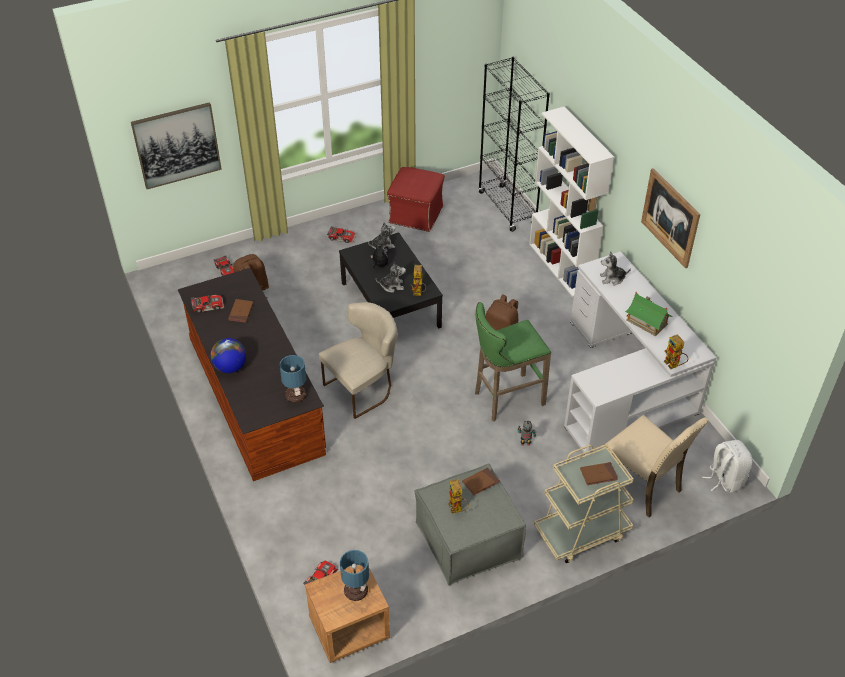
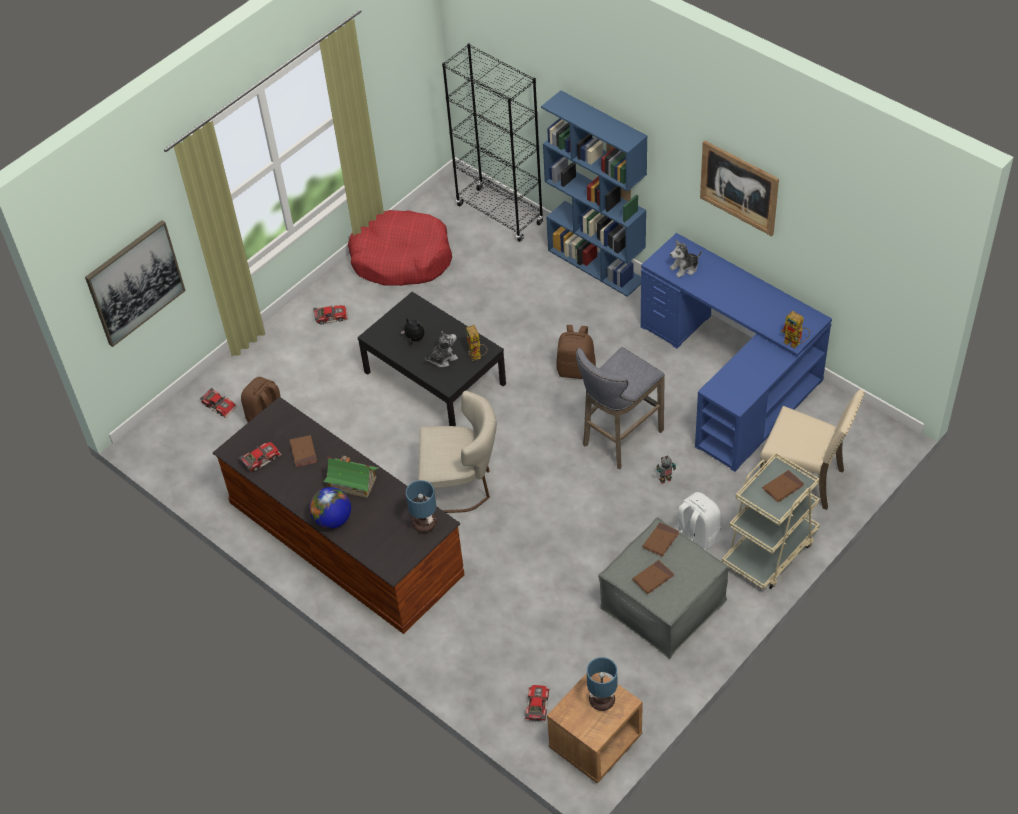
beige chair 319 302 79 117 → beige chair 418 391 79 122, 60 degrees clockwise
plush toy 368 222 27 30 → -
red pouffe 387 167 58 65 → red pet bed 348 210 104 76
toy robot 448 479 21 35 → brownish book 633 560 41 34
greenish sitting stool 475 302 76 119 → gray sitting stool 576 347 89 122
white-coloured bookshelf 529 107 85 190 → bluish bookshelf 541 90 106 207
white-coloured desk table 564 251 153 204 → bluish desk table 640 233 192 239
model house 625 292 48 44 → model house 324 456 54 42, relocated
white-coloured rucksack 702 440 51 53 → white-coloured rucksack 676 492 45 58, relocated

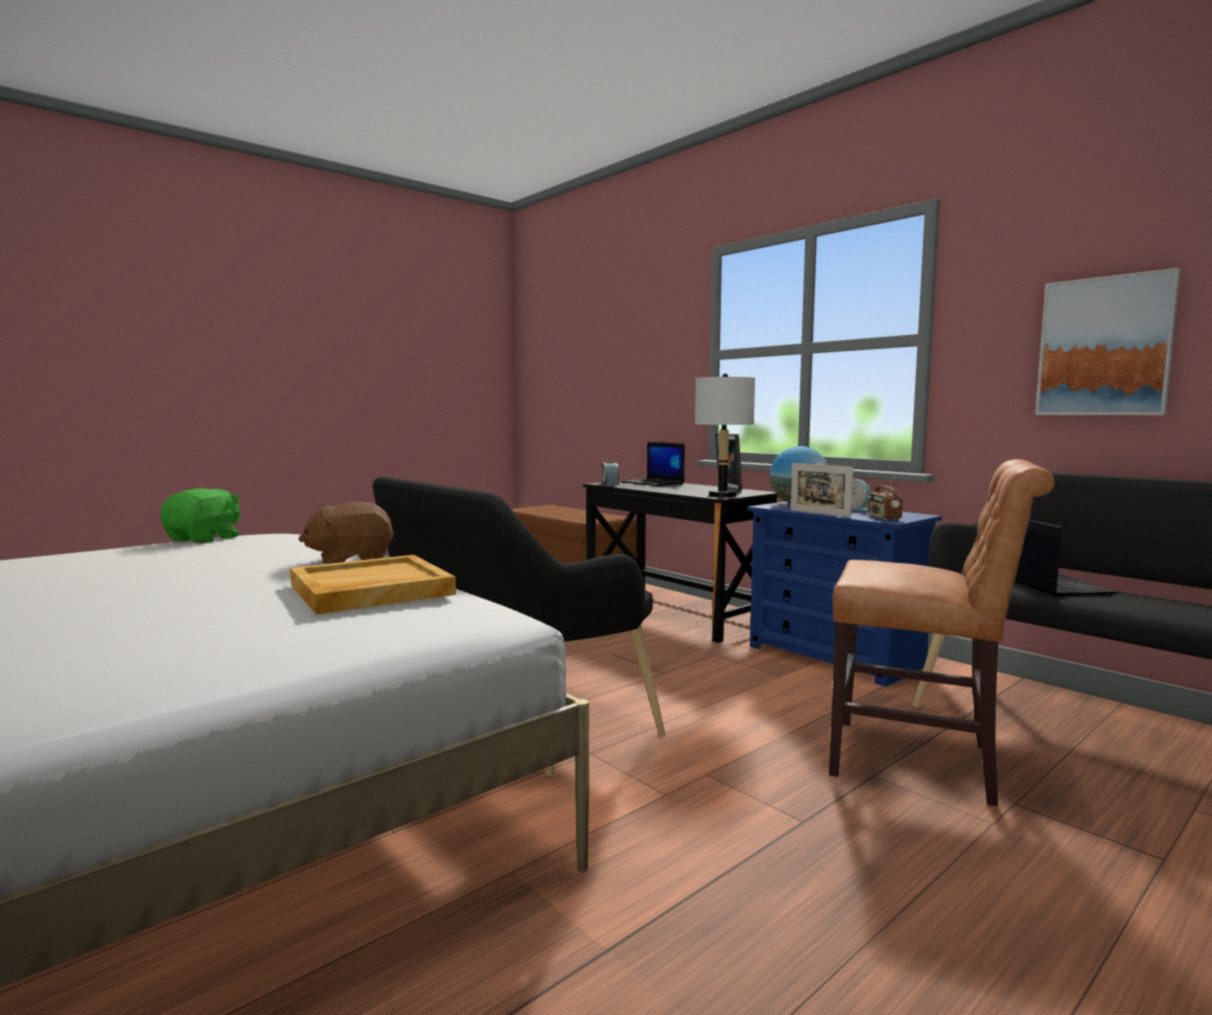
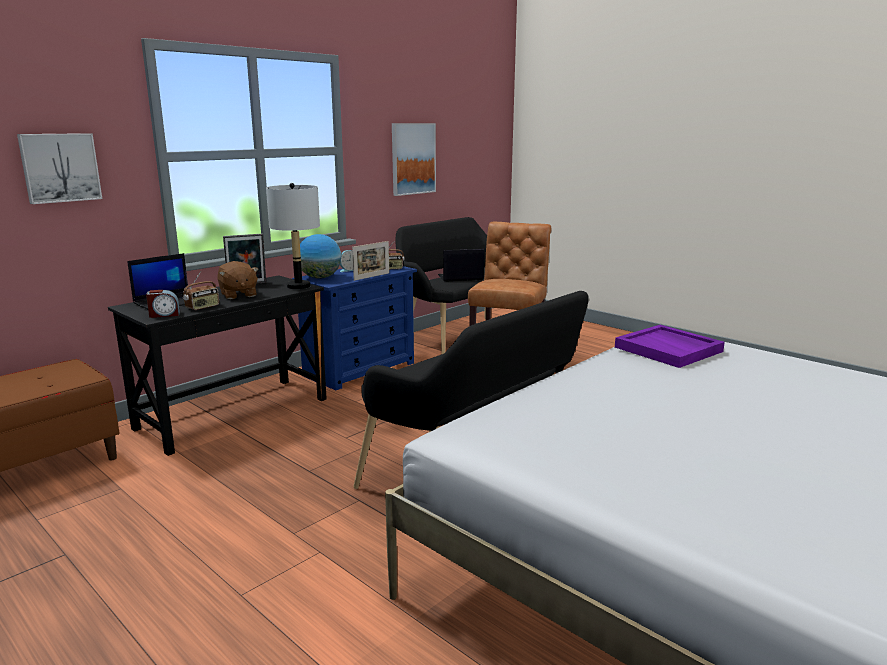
greenish plush toy 160 488 81 55 → -
beige carrying tray 290 555 166 60 → purple carrying tray 615 325 110 43
brownish plush toy 298 502 97 62 → brownish plush toy 217 261 42 38, relocated
- → picture 17 133 85 71
- → radio receiver 183 271 36 39

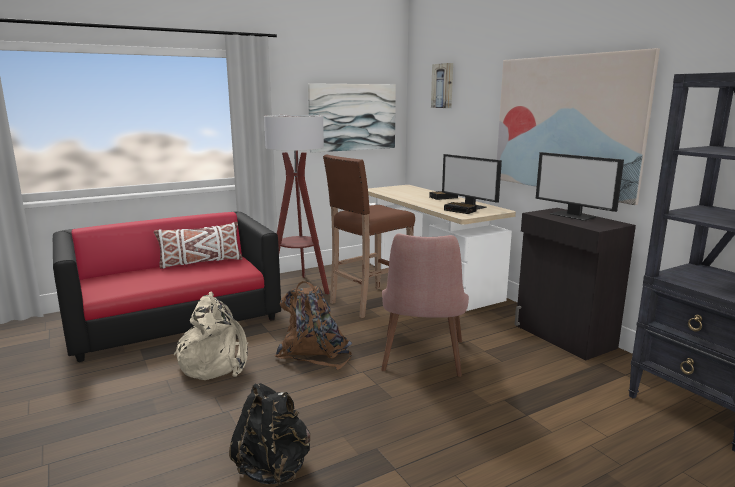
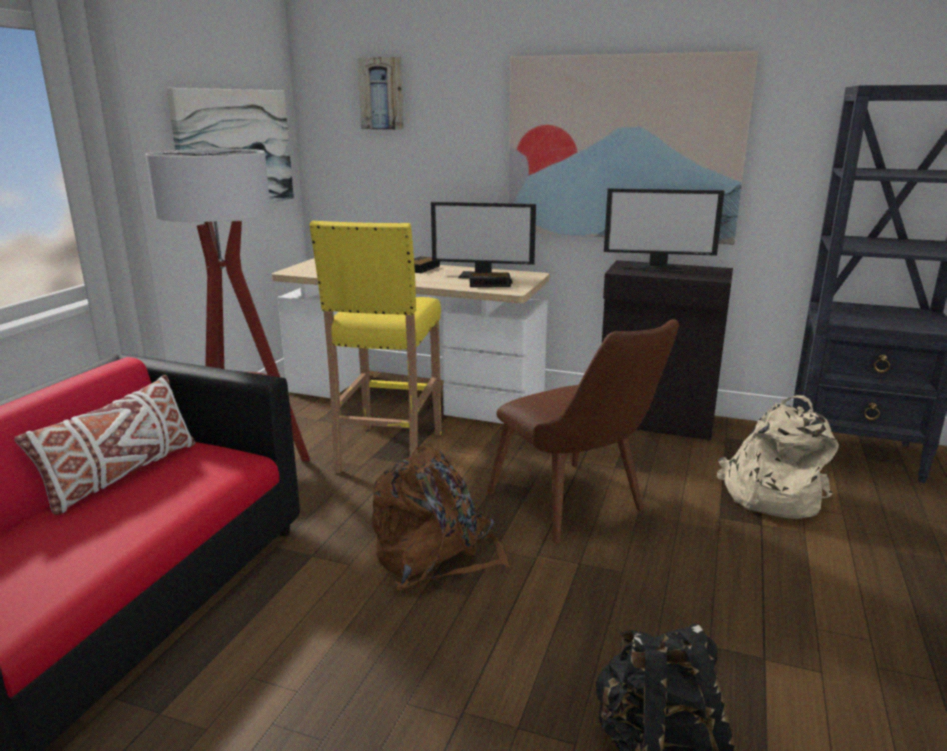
beige rucksack 174 292 74 88 → beige rucksack 717 395 122 124, relocated
brownish sitting stool 323 155 92 163 → yellowish sitting stool 309 221 133 252
pink-coloured chair 381 233 88 144 → brownish chair 487 319 192 224

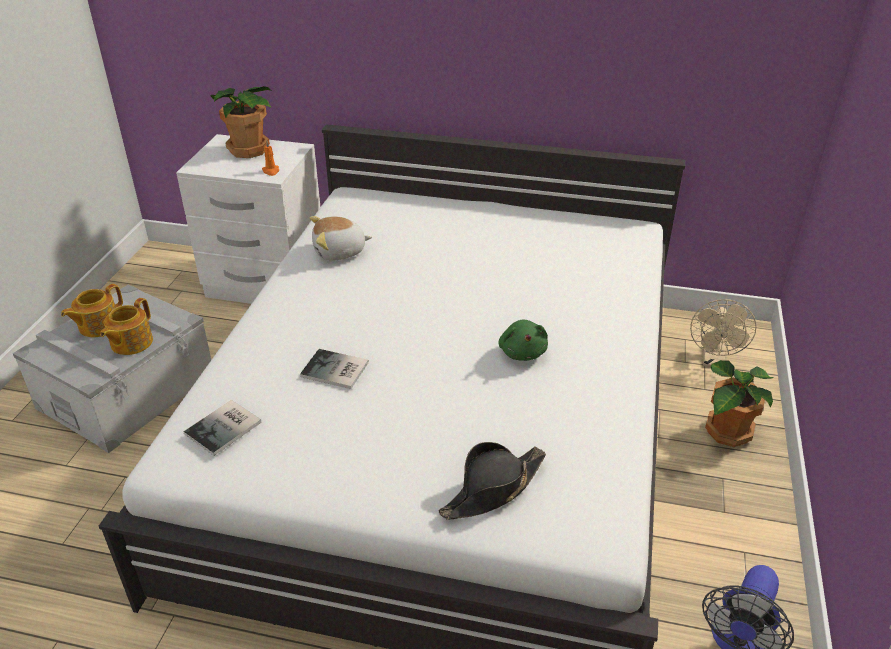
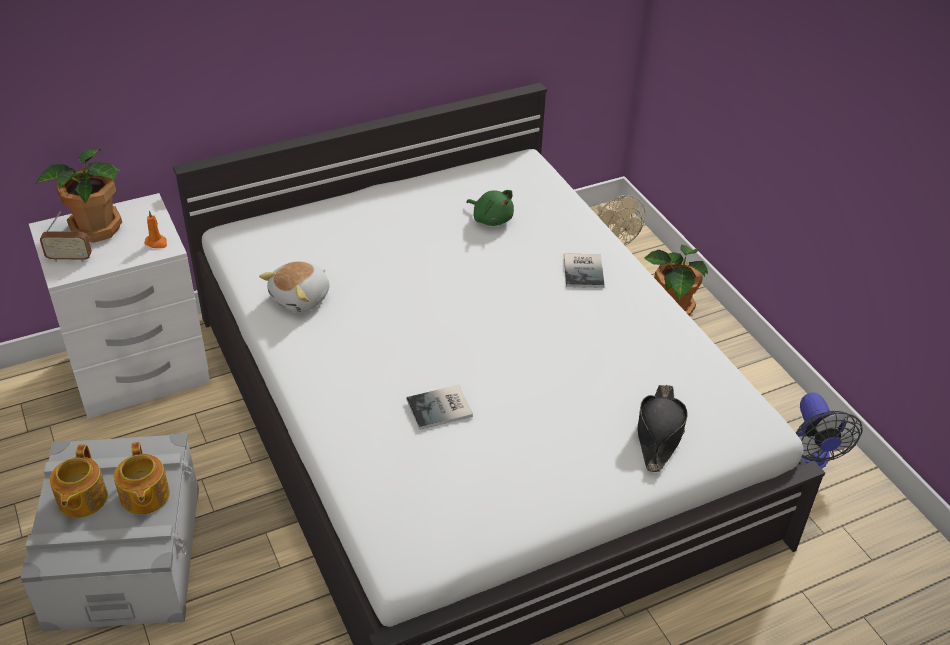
book 184 400 78 56 → book 564 253 41 35, relocated
greenish plush toy 498 320 50 41 → greenish plush toy 466 190 48 36, relocated
- → radio receiver 40 212 52 50

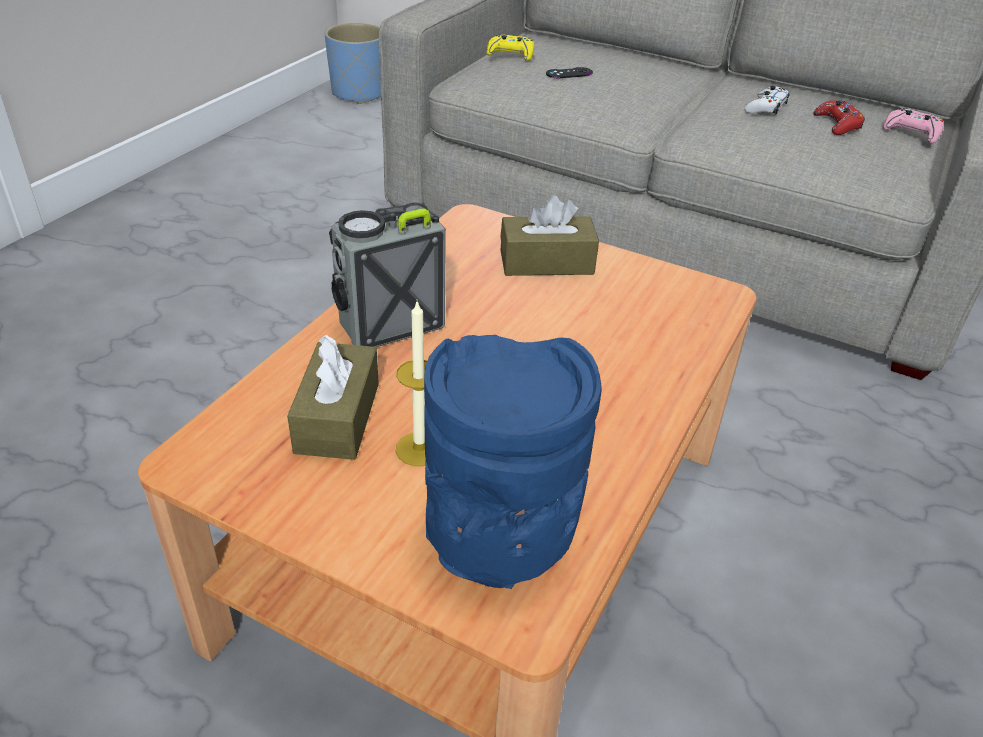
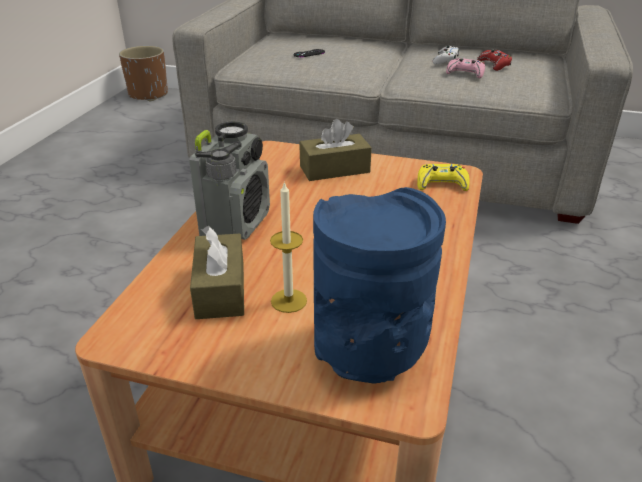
bluish plant pot 325 23 56 81 → brownish plant pot 119 46 49 56
radio receiver 329 202 117 145 → radio receiver 189 121 81 119, 150 degrees clockwise
yellowish game controller 487 34 47 27 → yellowish game controller 417 164 53 27, relocated
pink-coloured game controller 882 108 62 35 → pink-coloured game controller 446 58 39 20, relocated

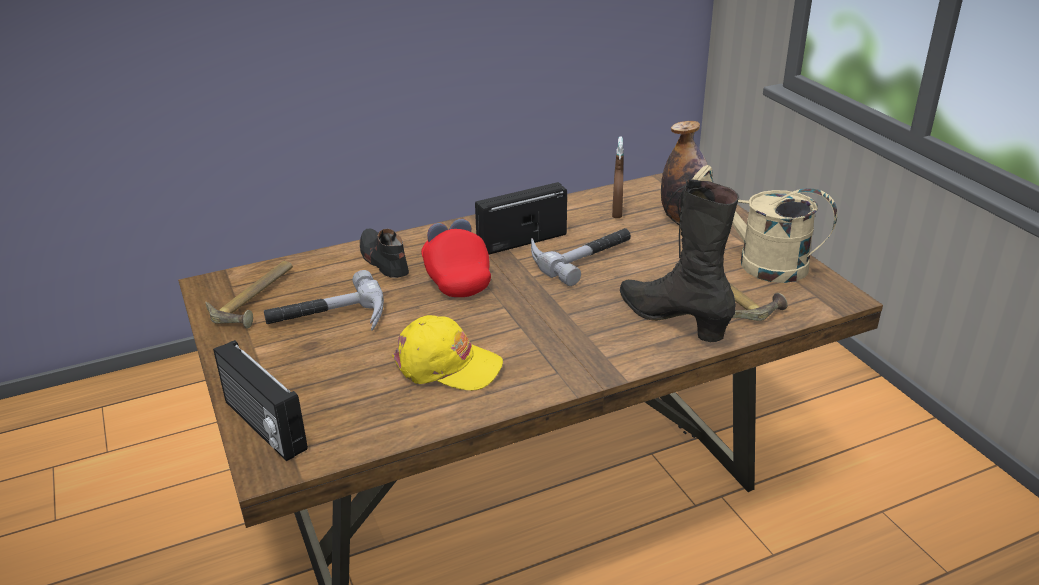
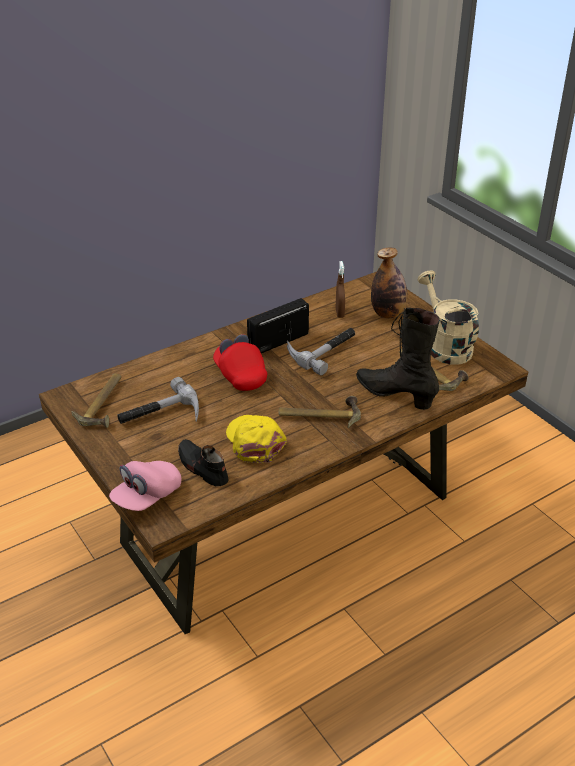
radio receiver 213 340 95 121 → pink-coloured baseball cap 109 461 72 50
blackish low shoe 360 228 49 50 → blackish low shoe 178 439 51 47, relocated
yellowish baseball cap 392 315 111 76 → yellowish baseball cap 226 415 60 48, 120 degrees counterclockwise
beige watering can 692 165 145 118 → beige watering can 418 271 61 93, 45 degrees clockwise
- → hand hammer 279 396 82 32

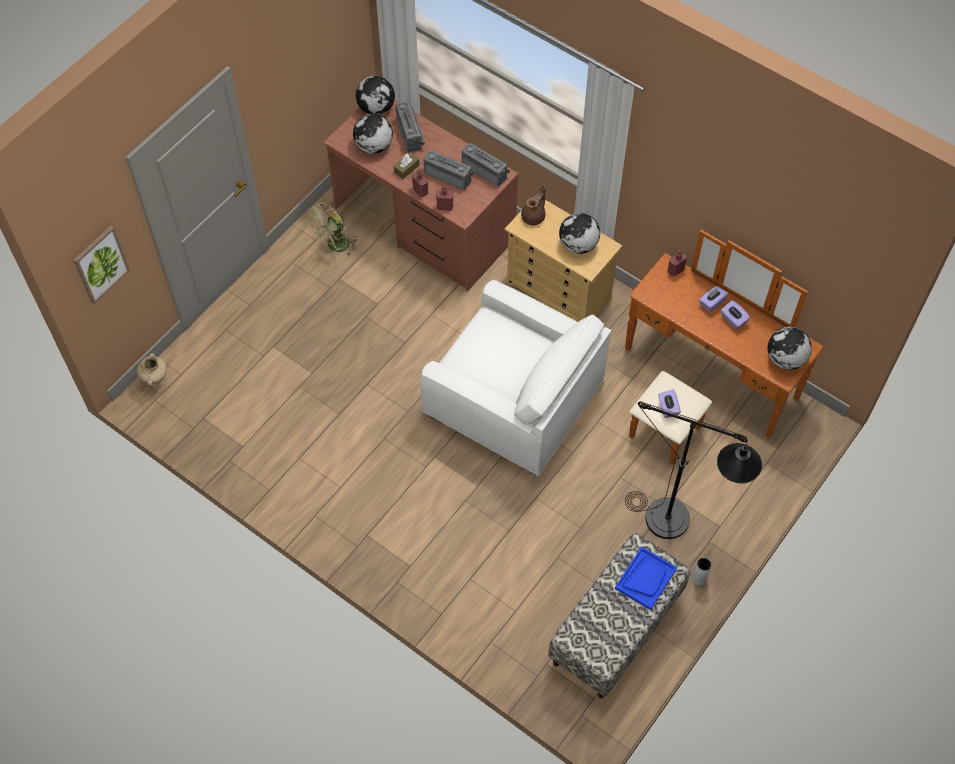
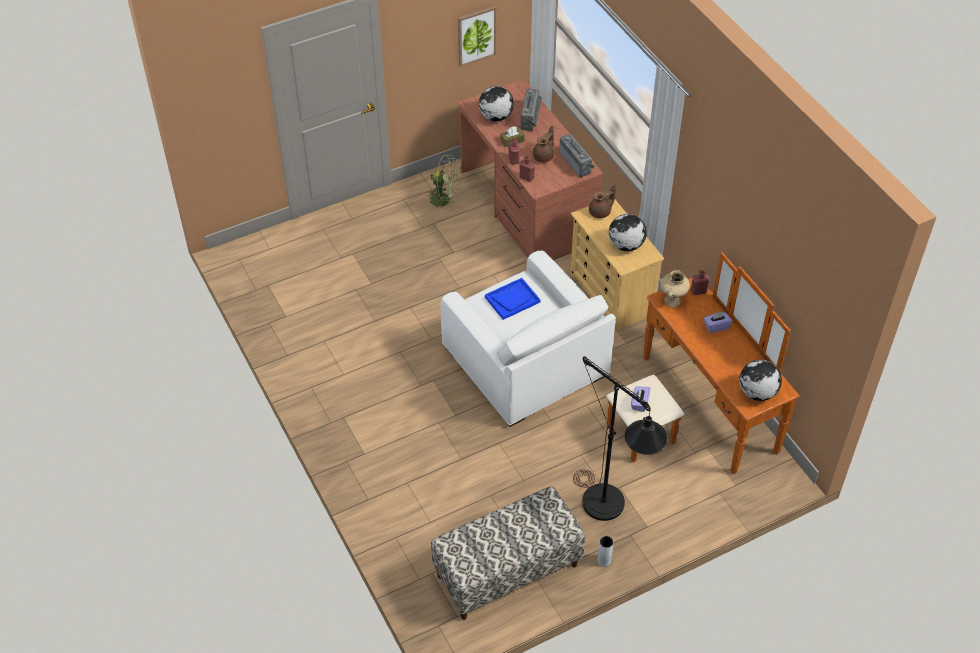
picture 74 226 56 78 → picture 458 6 38 61, relocated
beige vase 137 353 30 37 → beige vase 660 270 30 37, relocated
greenish fan 308 202 48 54 → greenish fan 425 155 35 58, 150 degrees counterclockwise
world globe 356 76 39 39 → -
radio receiver 424 150 50 40 → brownish tea pot 533 126 21 36
bluish carrying tray 615 546 62 64 → bluish carrying tray 485 278 56 42, relocated
purple box of tissues 720 300 30 29 → -

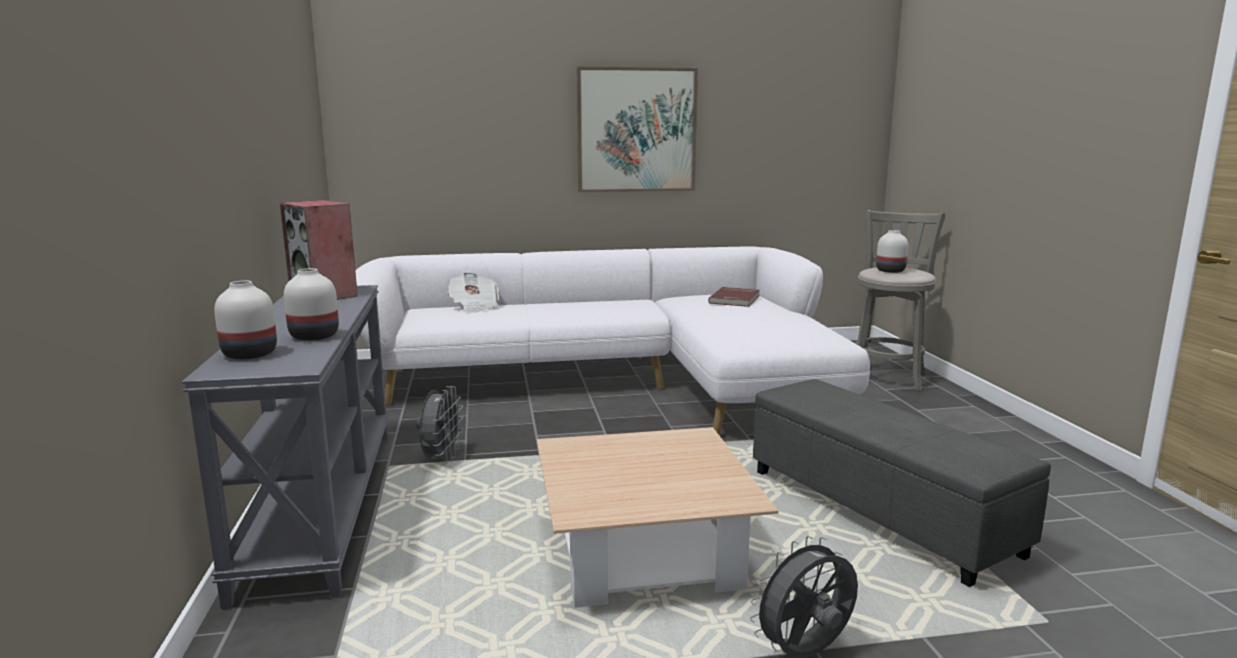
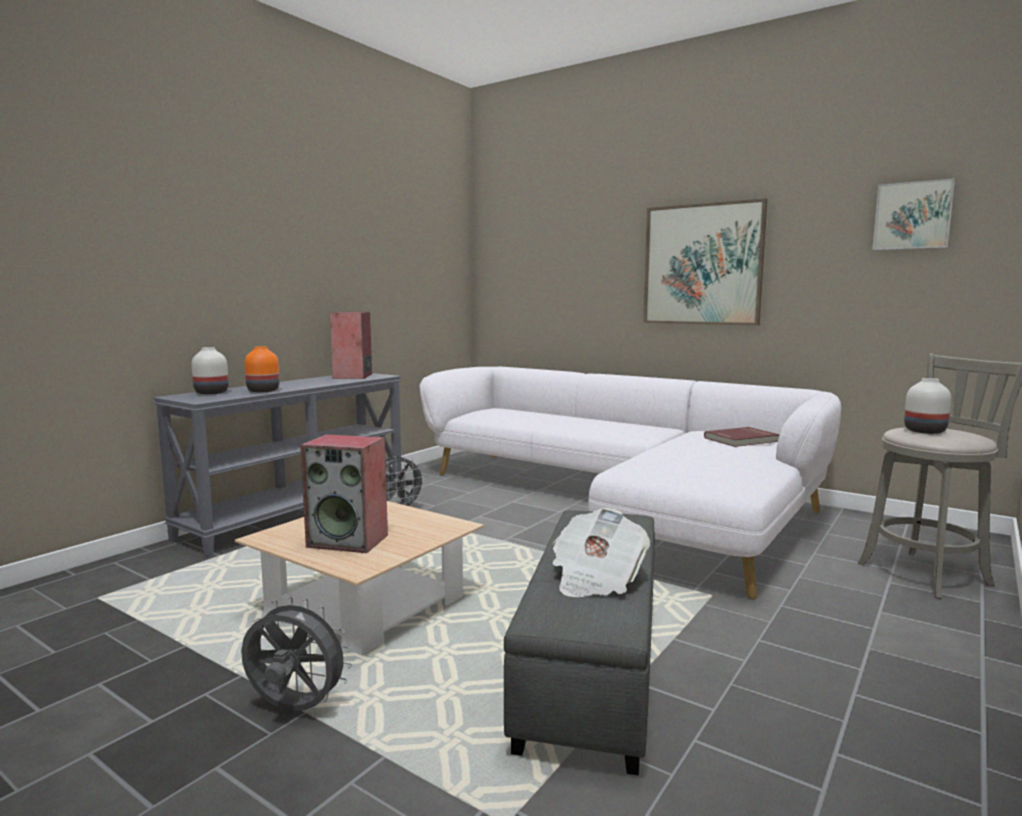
white-coloured vase 284 268 55 73 → orangey vase 244 346 36 47
printed paper 448 272 51 41 → printed paper 552 508 98 89, relocated
- → audio speaker 300 434 88 119
- → picture 873 178 82 72

